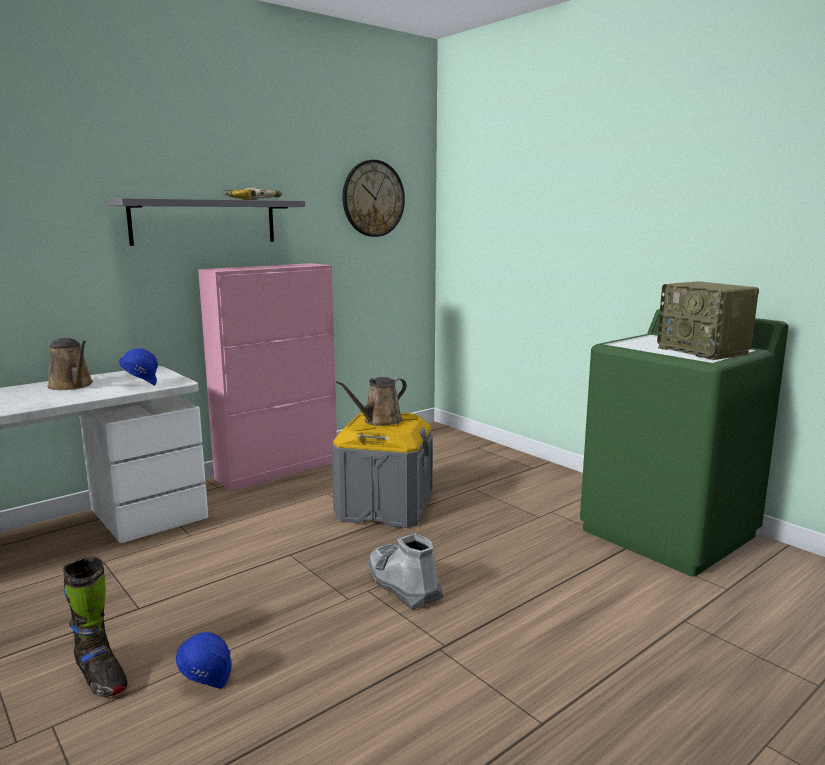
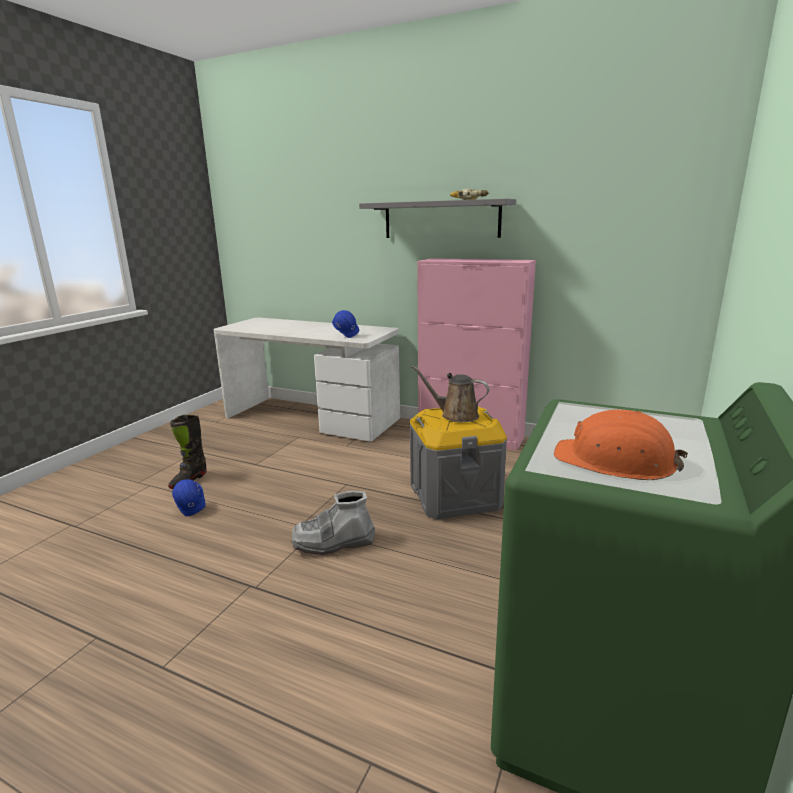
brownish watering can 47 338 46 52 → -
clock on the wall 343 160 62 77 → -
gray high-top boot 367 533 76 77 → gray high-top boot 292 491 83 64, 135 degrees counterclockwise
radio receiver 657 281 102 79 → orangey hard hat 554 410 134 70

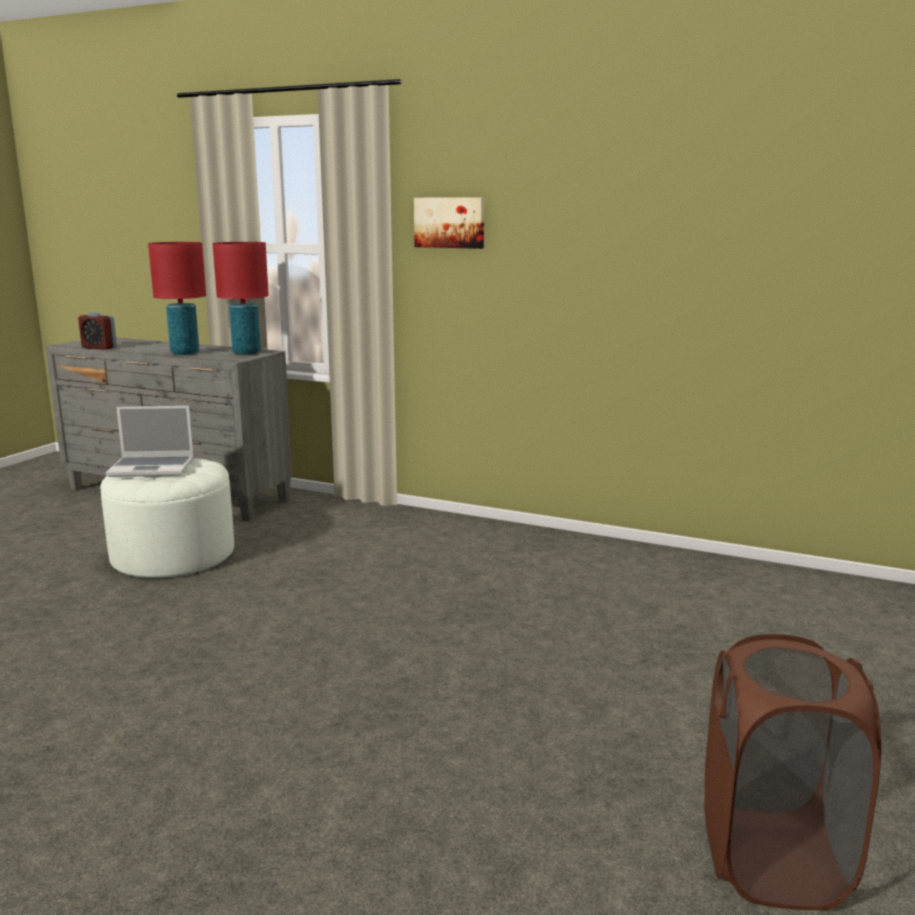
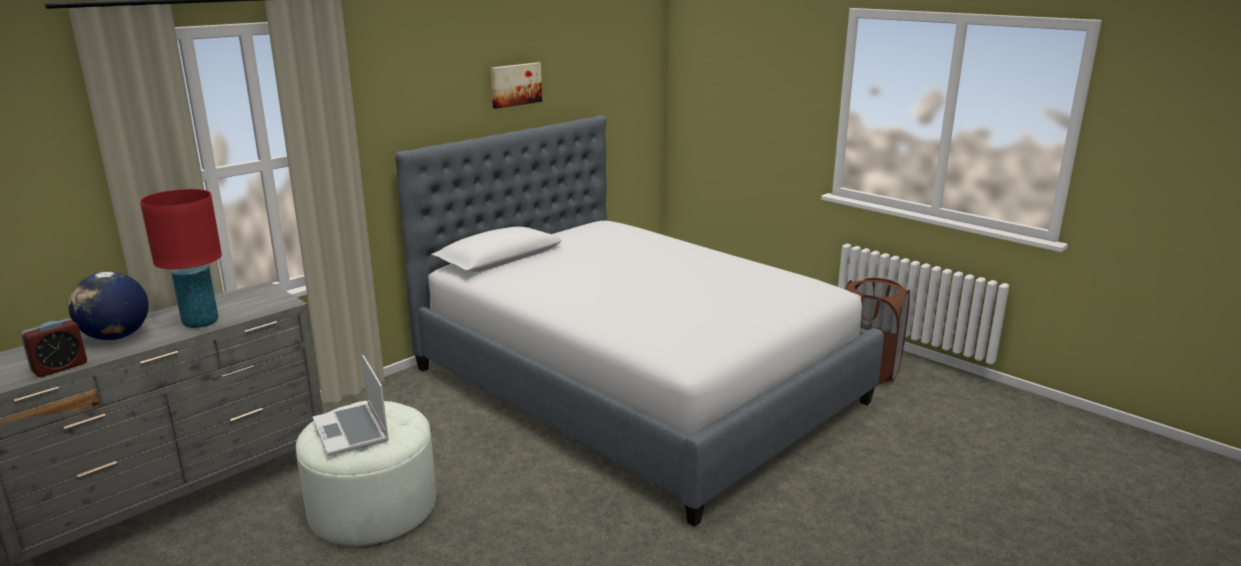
portable computer 106 406 88 71 → portable computer 312 355 77 101, 135 degrees clockwise
red table lamp 212 242 57 113 → -
picture 414 197 70 52 → picture 491 62 51 47, relocated
- → world globe 68 272 81 68
- → bedroom bed 395 116 489 411

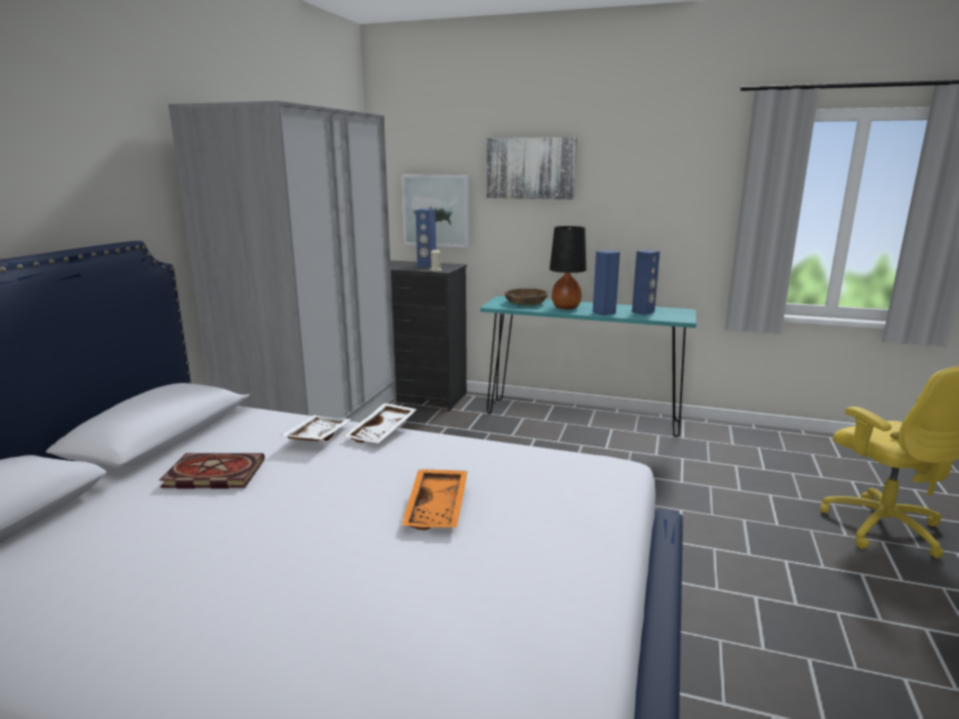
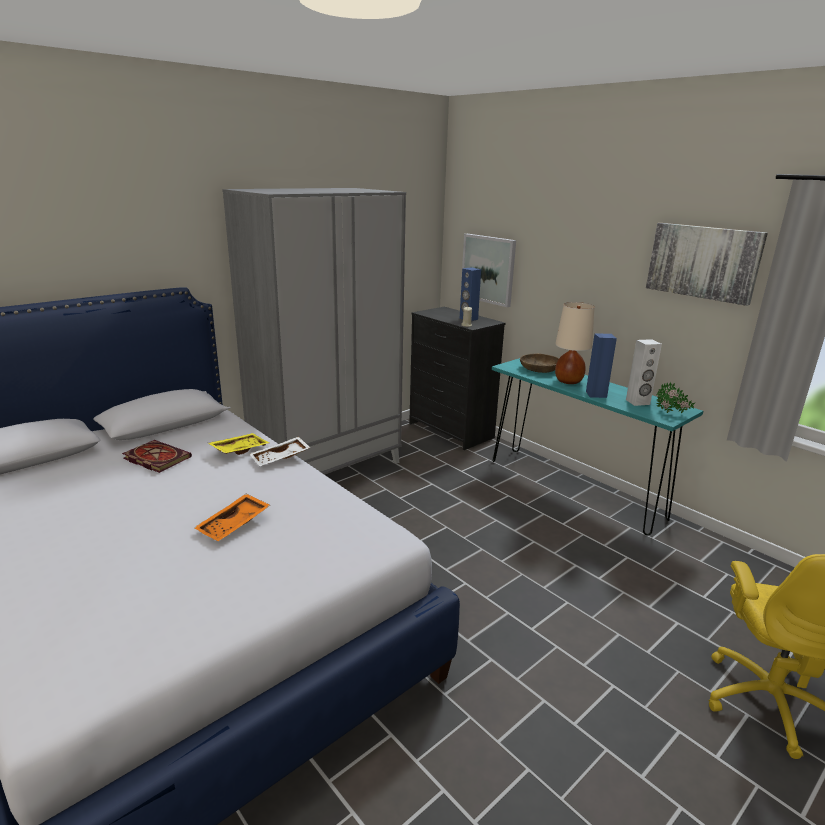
white-coloured carrying tray 281 415 70 26 → yellowish carrying tray 208 433 62 22
picture 486 137 91 62 → picture 646 223 122 83, relocated
blackish table lamp 550 226 36 83 → beige table lamp 555 302 40 82
bluish audio speaker 632 250 28 65 → white-coloured audio speaker 626 339 36 67
- → houseplant 656 382 39 31

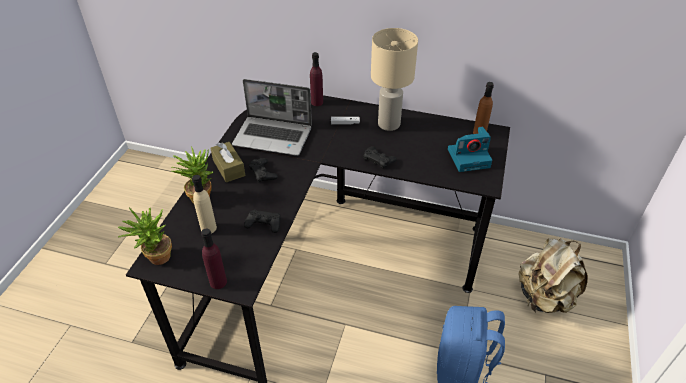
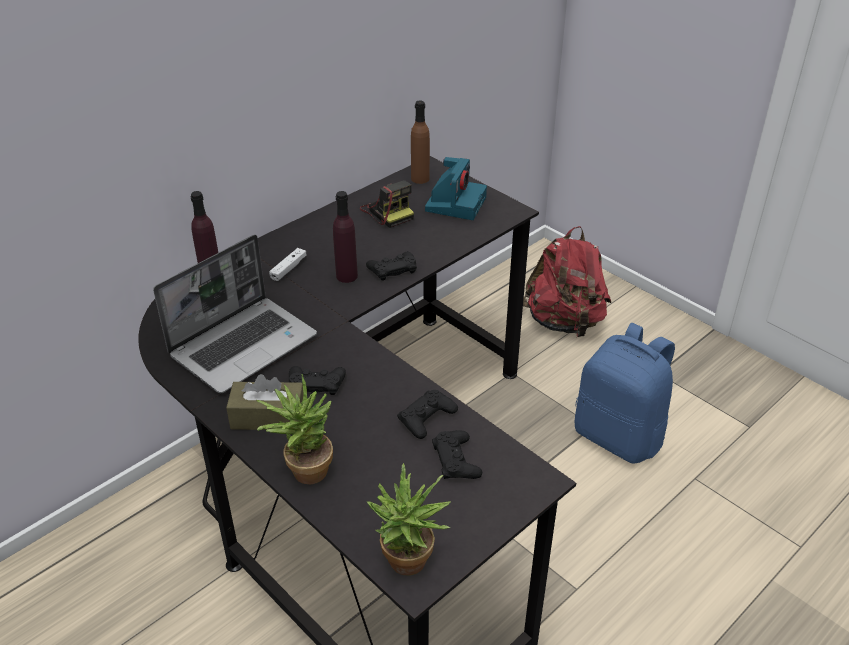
beige beverage bottle 192 175 25 59 → -
purple beverage bottle 201 229 26 60 → purple beverage bottle 333 191 25 92, relocated
beige table lamp 371 28 47 103 → -
beige rucksack 519 238 69 75 → red rucksack 523 226 88 112
- → photo camera 360 180 54 48
- → blackish game controller 432 430 50 49

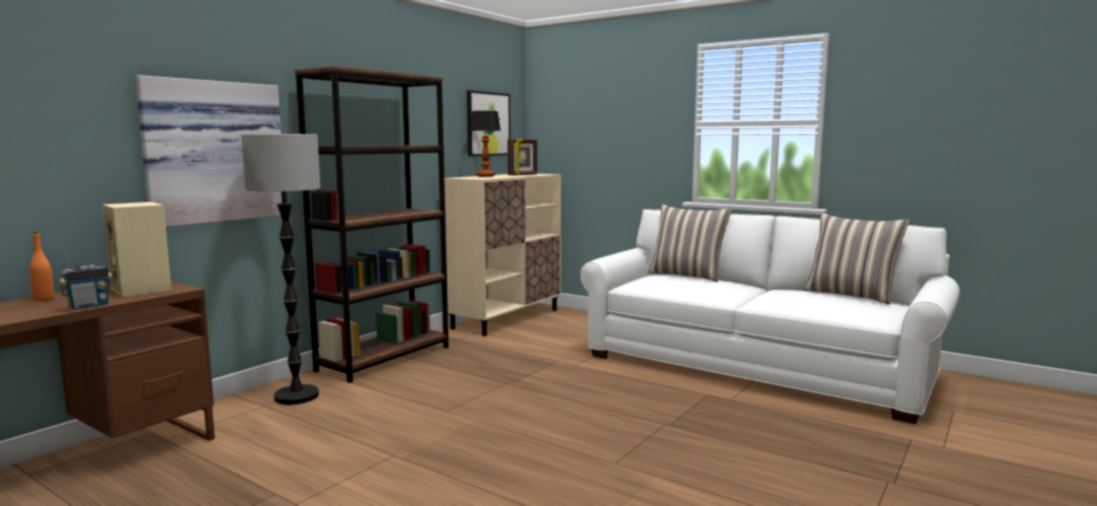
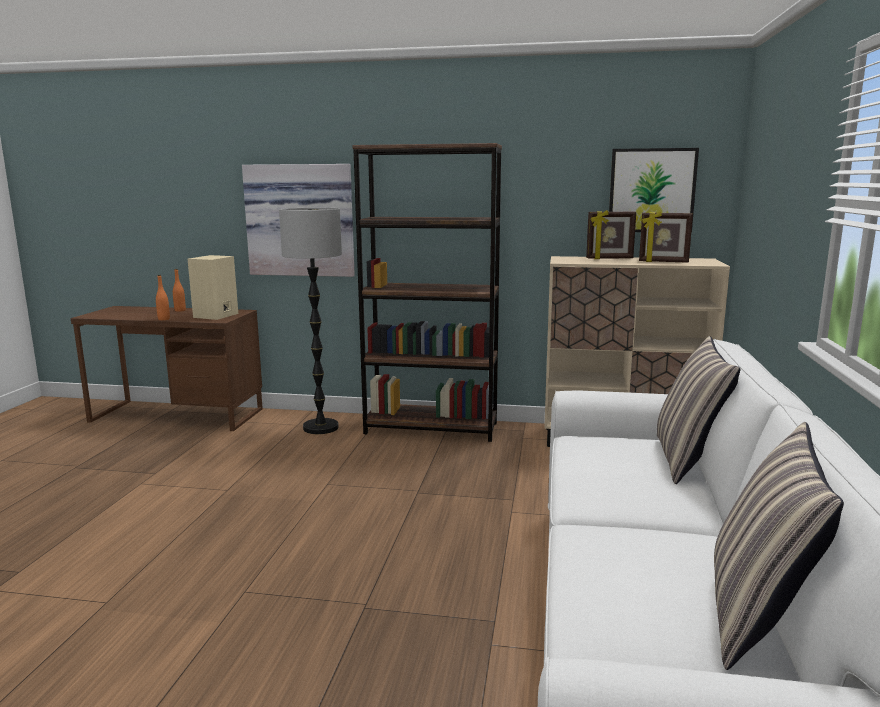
radio receiver 59 250 53 60 → orangey beverage bottle 156 275 14 45
table lamp 470 111 31 66 → photo frame 586 210 50 49

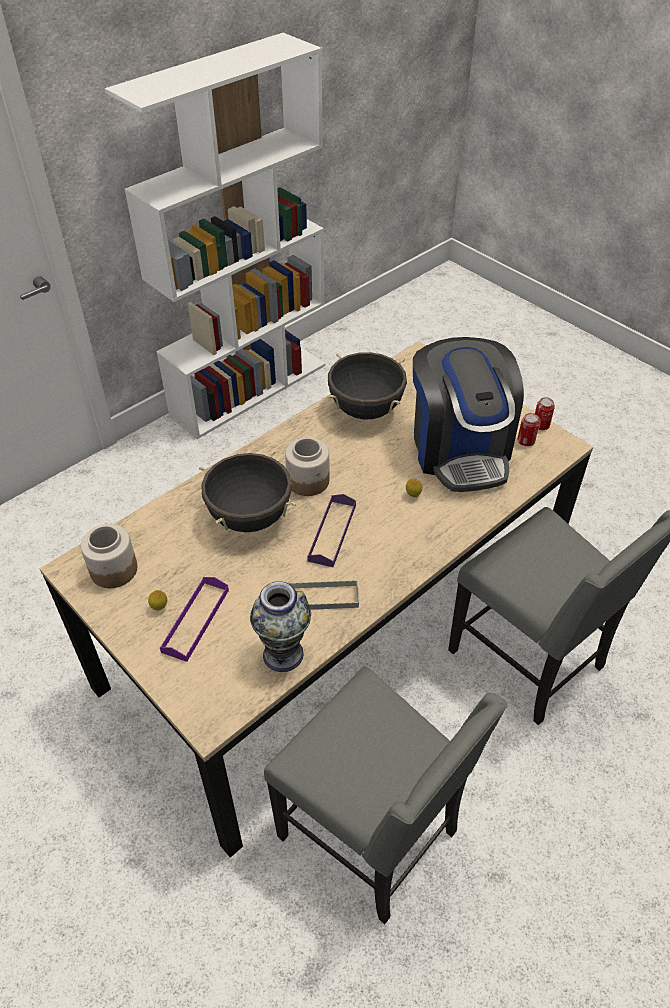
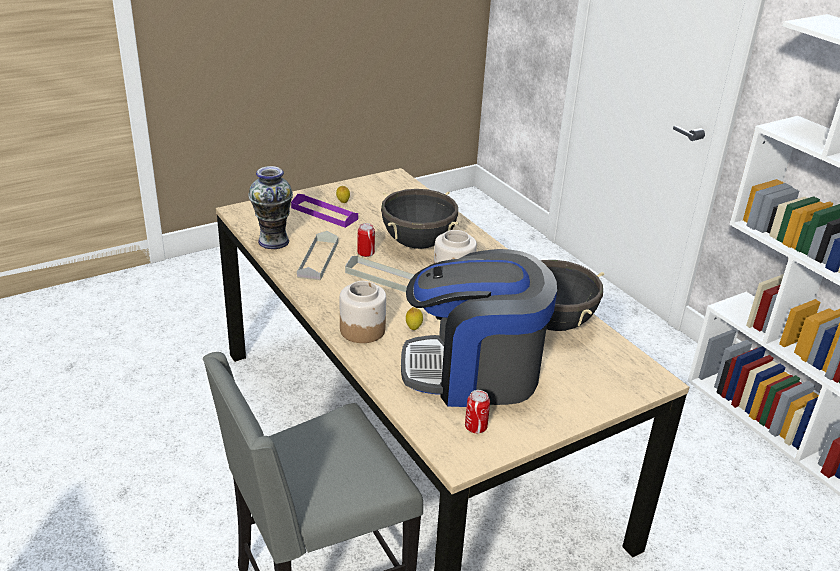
jar 81 524 56 64 → jar 340 281 46 62, relocated
gray chair 264 667 244 258 → -
purple carrying tray 307 494 49 73 → gray carrying tray 345 256 70 36
metal can 535 397 20 33 → metal can 357 223 18 34, relocated

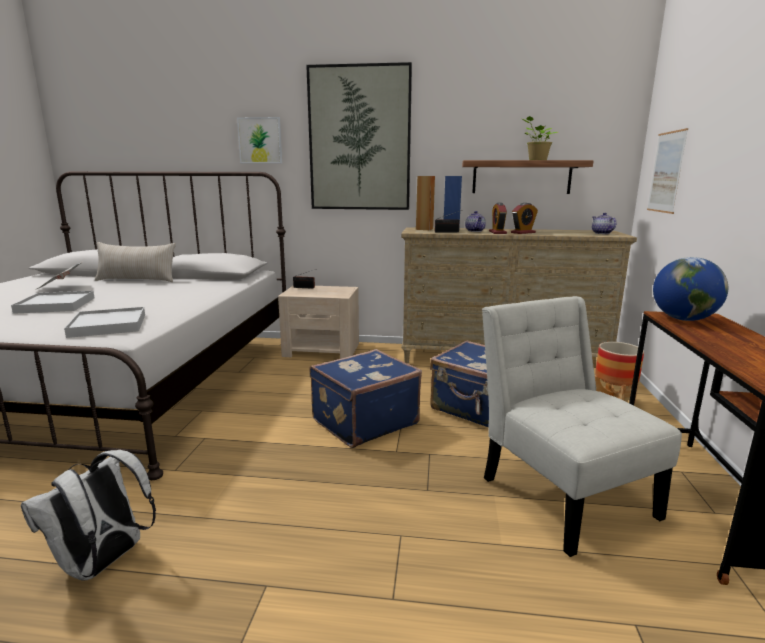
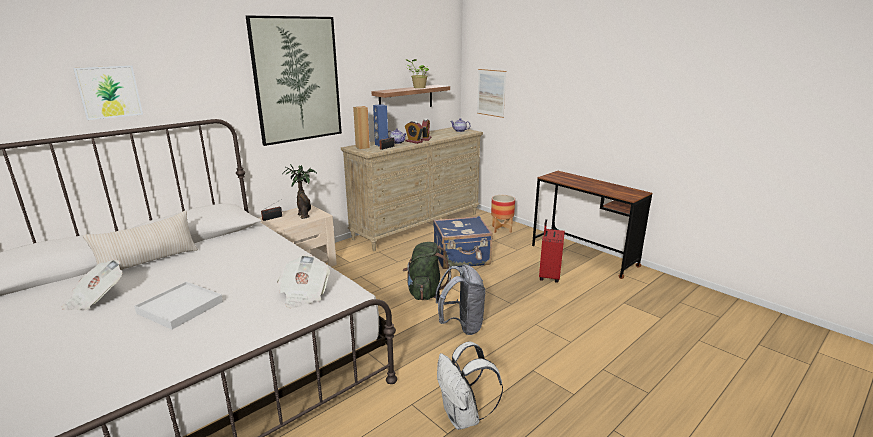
white-coloured carrying tray 64 307 81 31 → printed paper 277 255 53 53
picture 237 117 45 46 → picture 73 65 70 55, relocated
bluish suitcase 310 349 112 99 → greenish rucksack 403 242 48 58
white-coloured chair 482 296 200 261 → red suitcase 539 219 26 64
world globe 653 257 75 64 → -
- → houseplant 282 164 36 55
- → gray rucksack 435 264 50 71

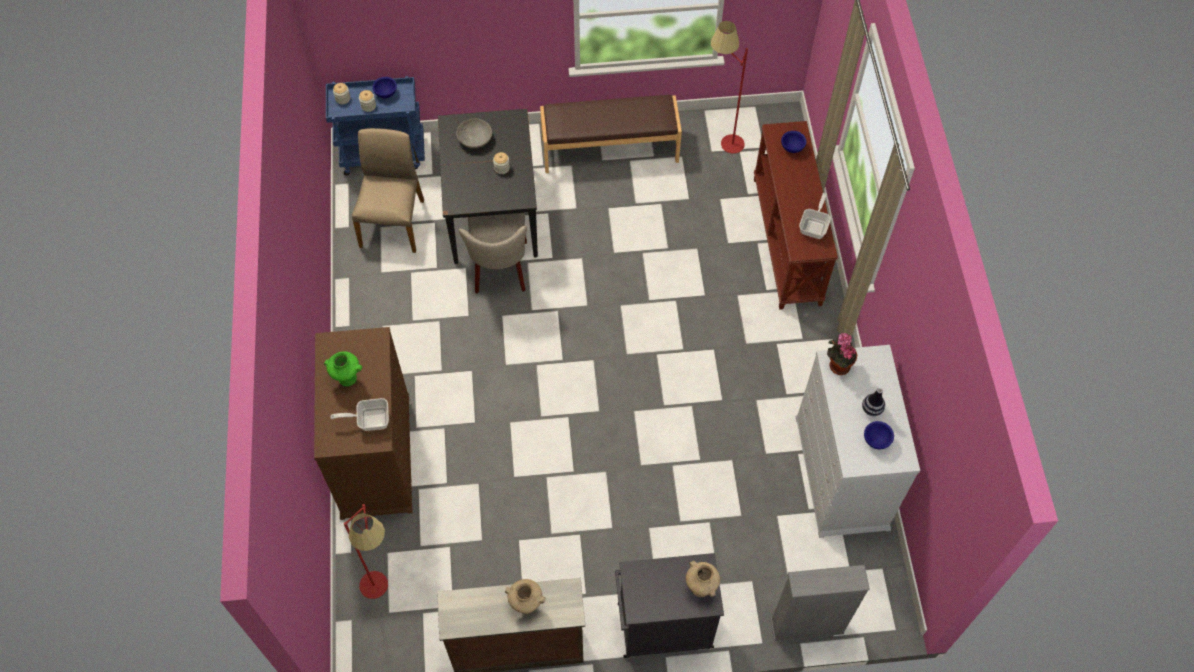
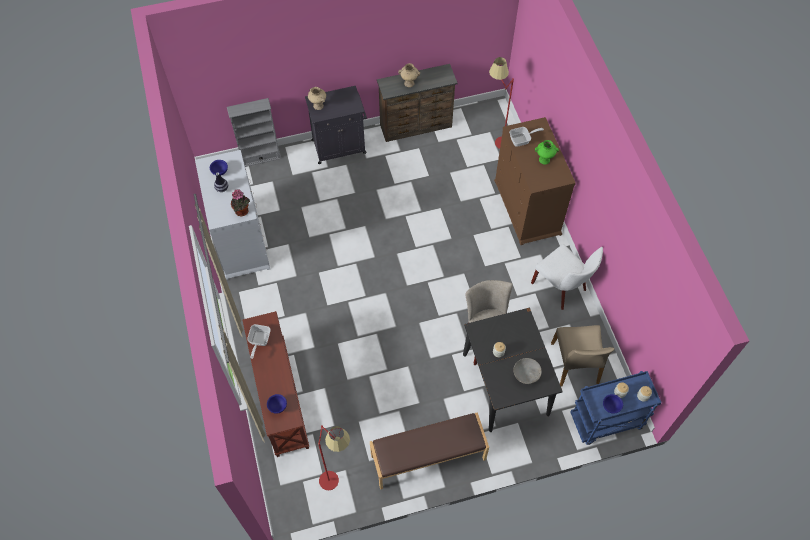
- → white-coloured chair 531 244 72 66

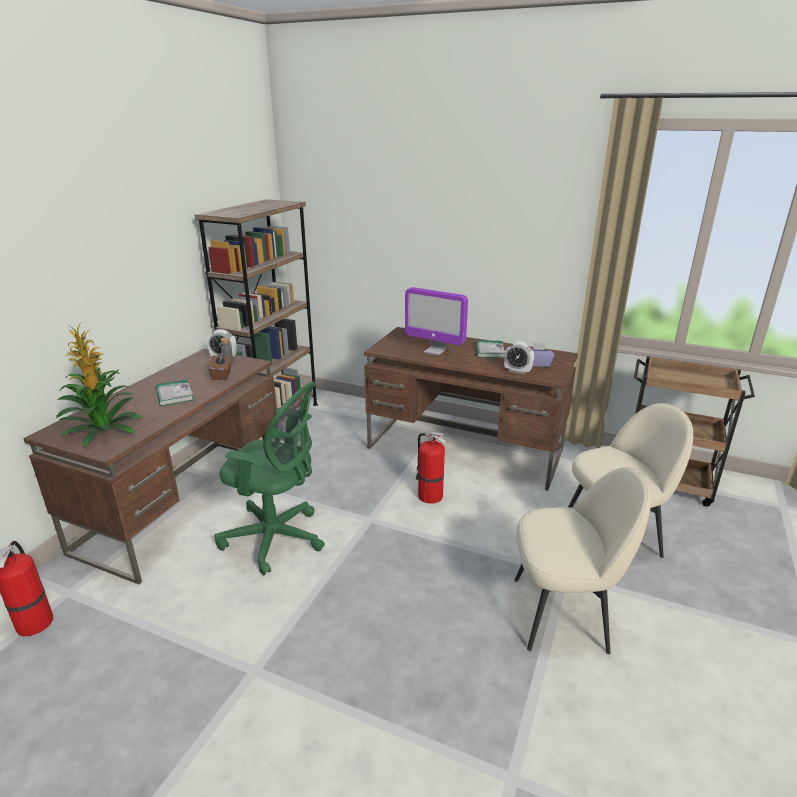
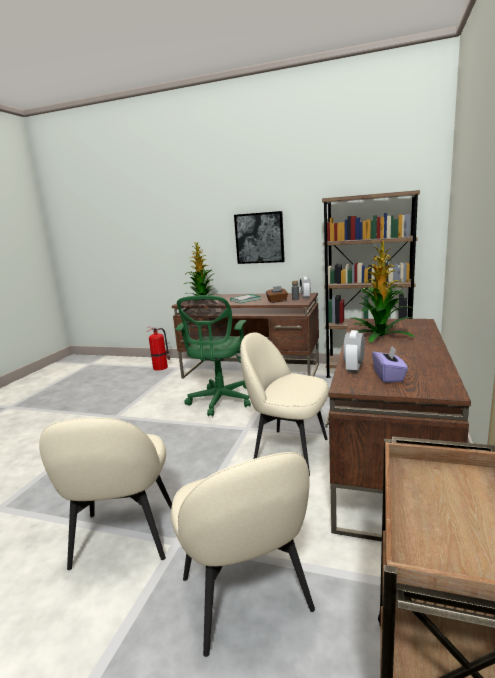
computer display 405 287 63 68 → houseplant 351 241 63 102
fire extinguisher 416 432 30 72 → beige chair 240 332 89 144
book 476 340 29 18 → -
- → picture 234 211 51 53

